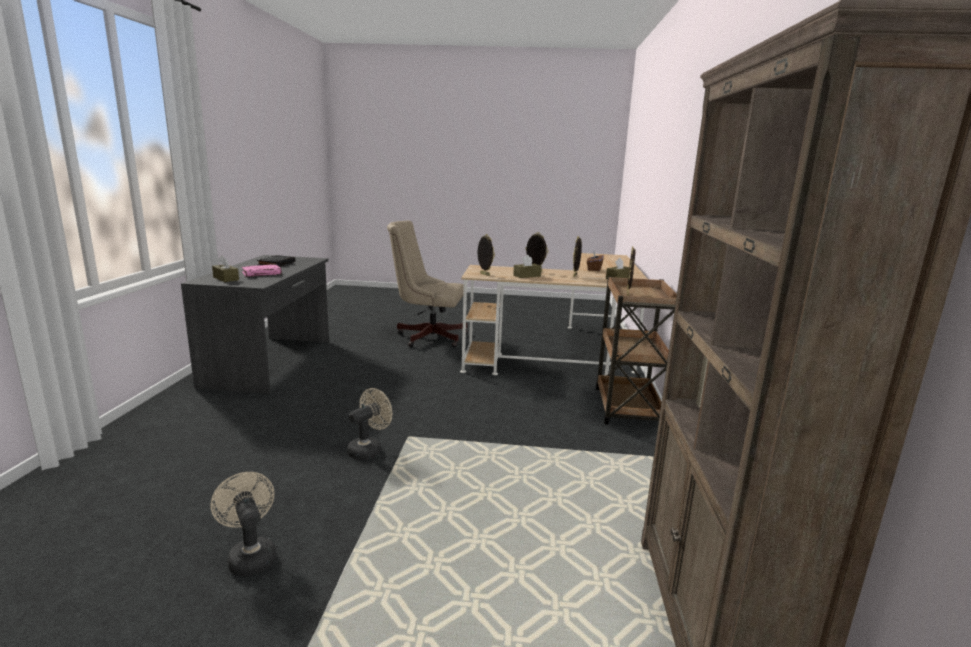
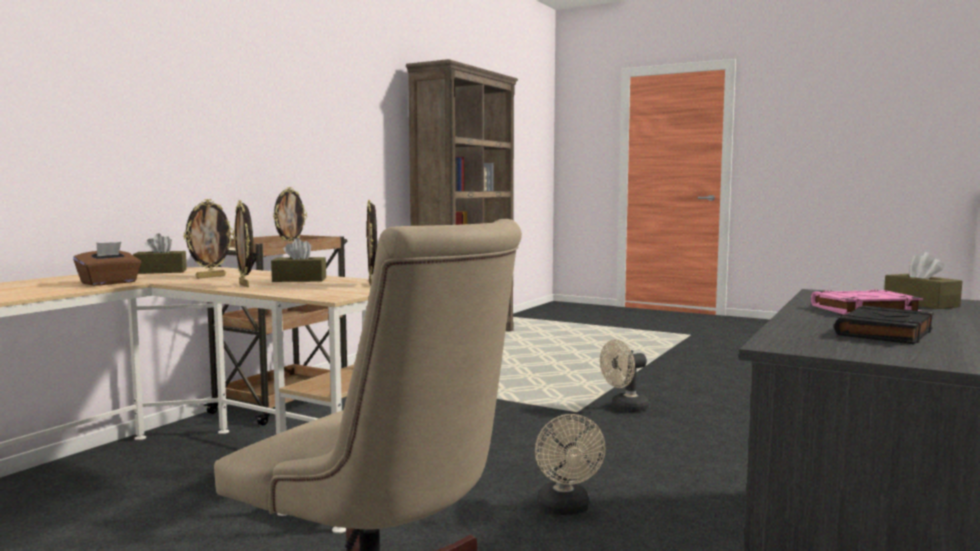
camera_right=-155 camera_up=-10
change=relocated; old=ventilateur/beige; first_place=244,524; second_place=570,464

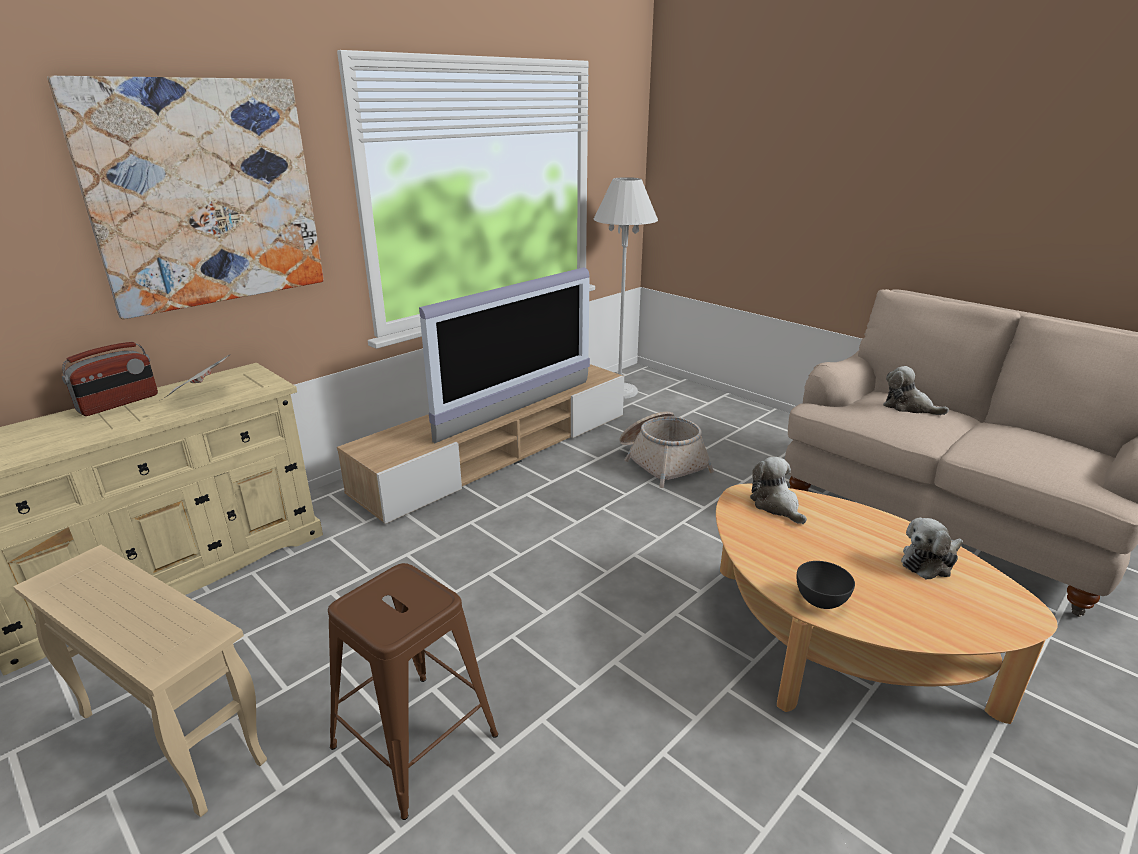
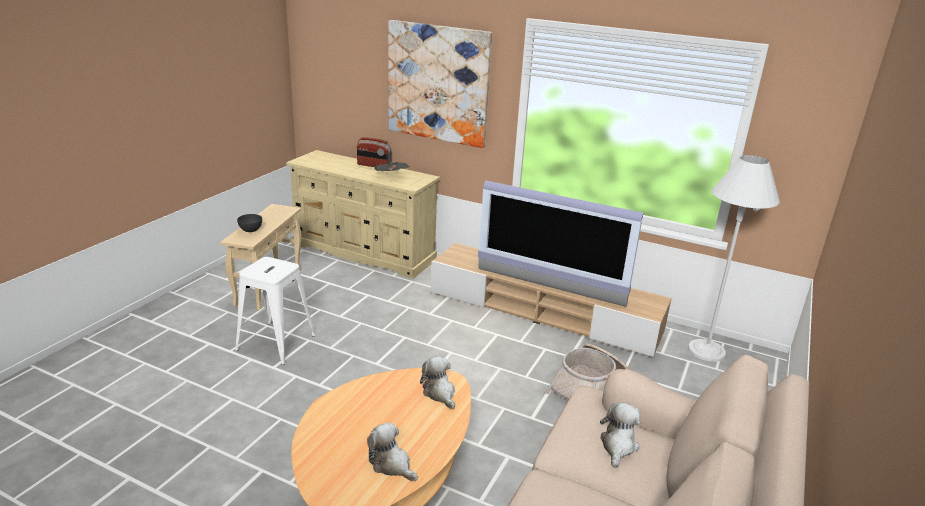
camera_right=70 camera_up=0
change=relocated; old=bol/gris; first_place=826,585; second_place=249,223
change=colour; old=tabouret/marron; new=tabouret/blanc; first_place=413,691; second_place=275,311
change=spun; old=peluche; first_place=778,490; second_place=437,382; degrees=-75

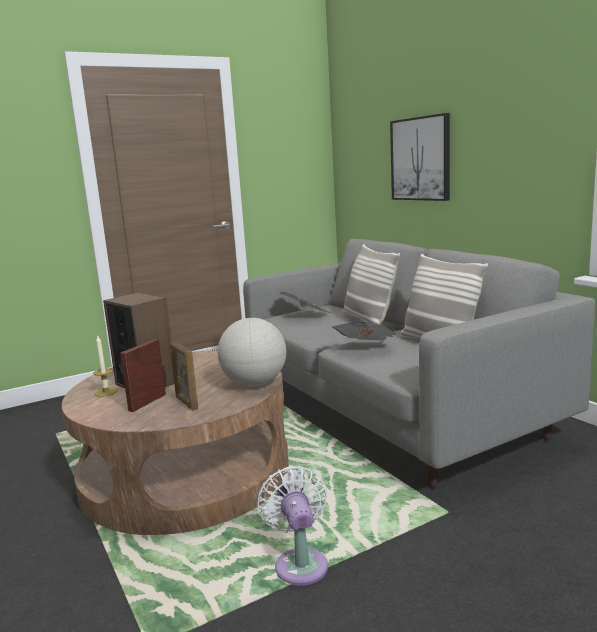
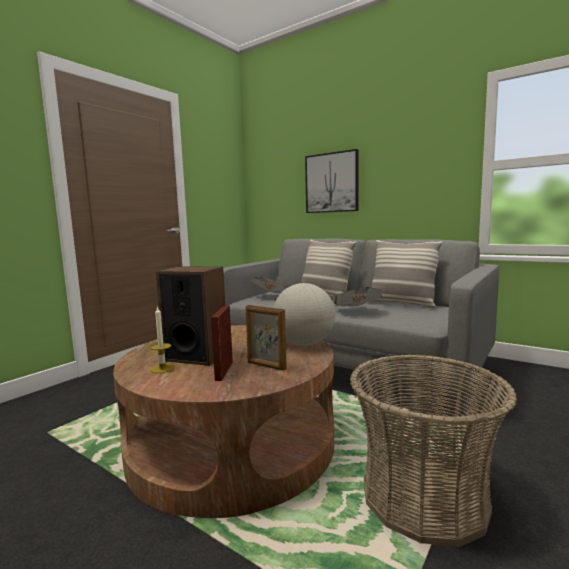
camera_right=-25 camera_up=-5
change=exchanged; old=ventilateur/blanc; new=panier; first_place=292,526; second_place=433,451

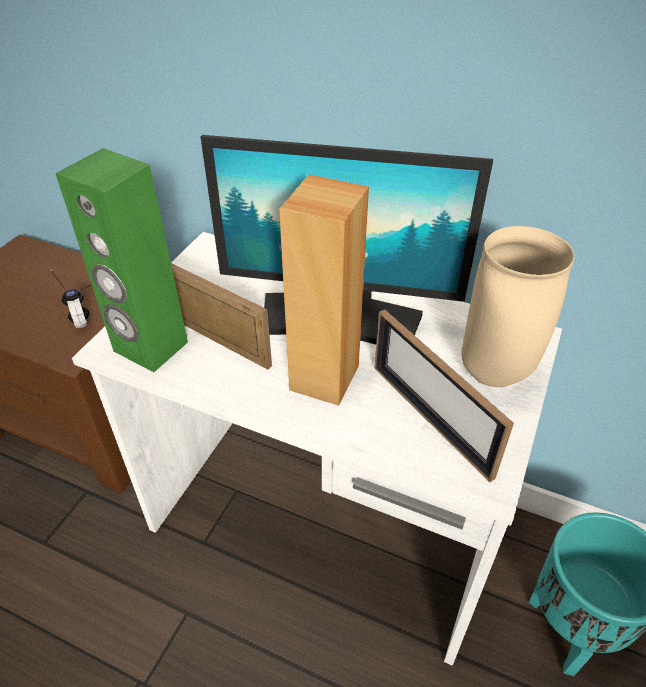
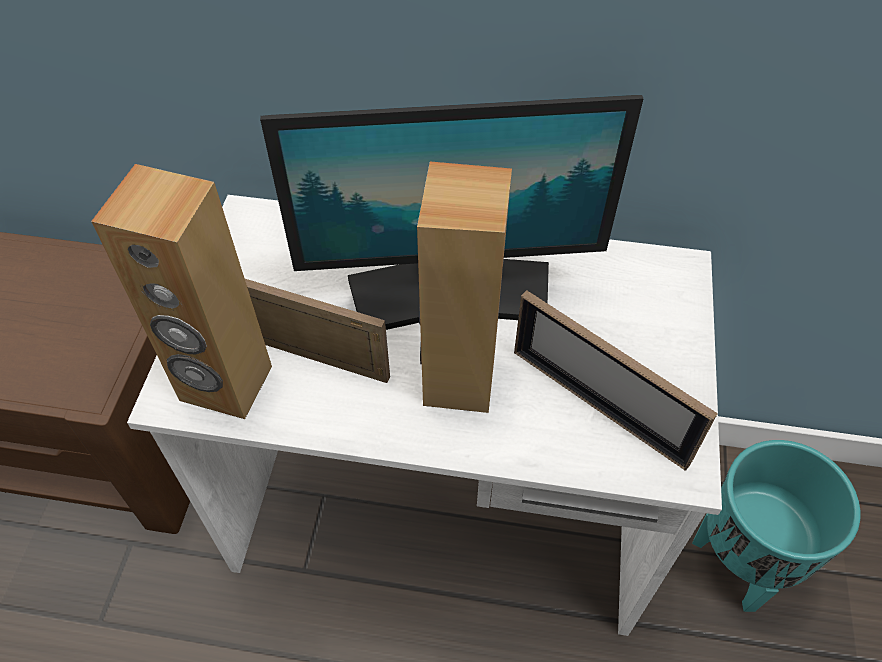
camera_right=-15 camera_up=10
change=missing; old=casque audio; first_place=70,298
change=missing; old=vase/beige; first_place=518,306
change=colour; old=enceinte/vert; new=enceinte/marron; first_place=122,260; second_place=181,291

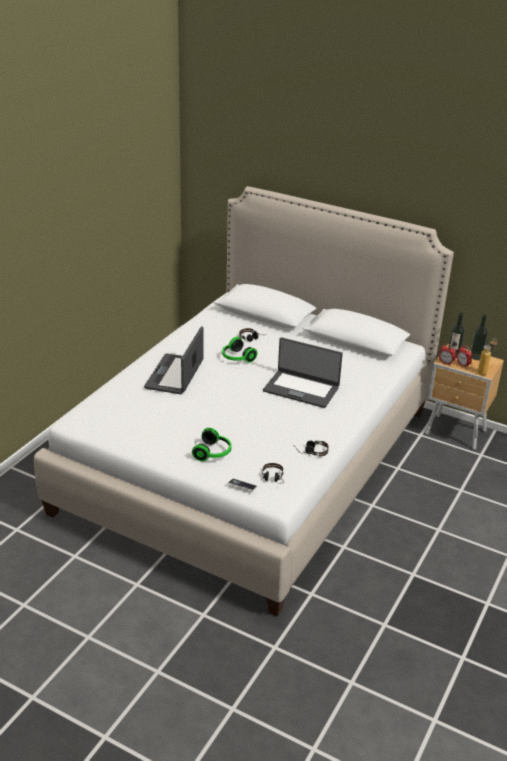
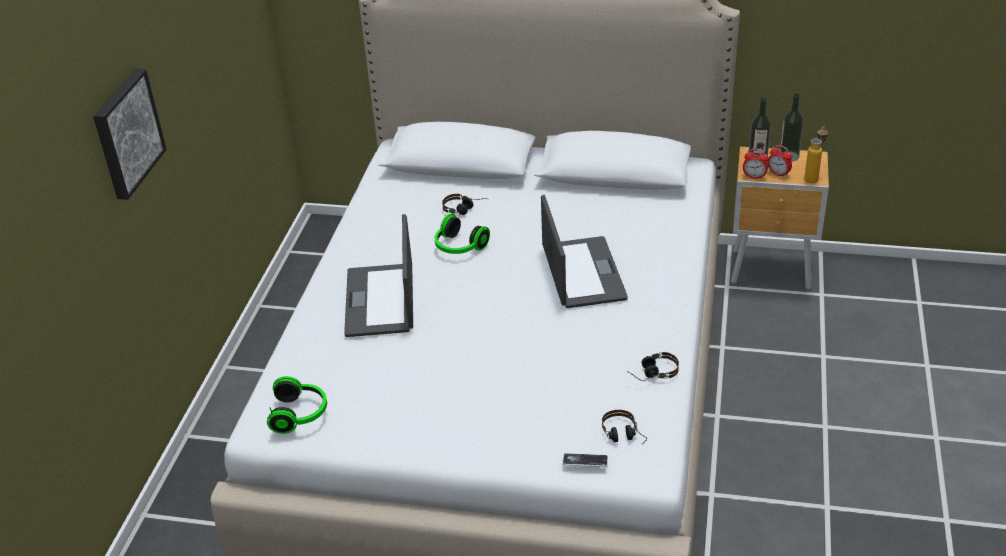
camera_right=-15 camera_up=5
change=appeared; new=tableau; second_place=129,134
change=relocated; old=casque audio; first_place=211,444; second_place=297,405
change=spun; old=ordinateur portable; first_place=303,372; second_place=584,251; degrees=-105

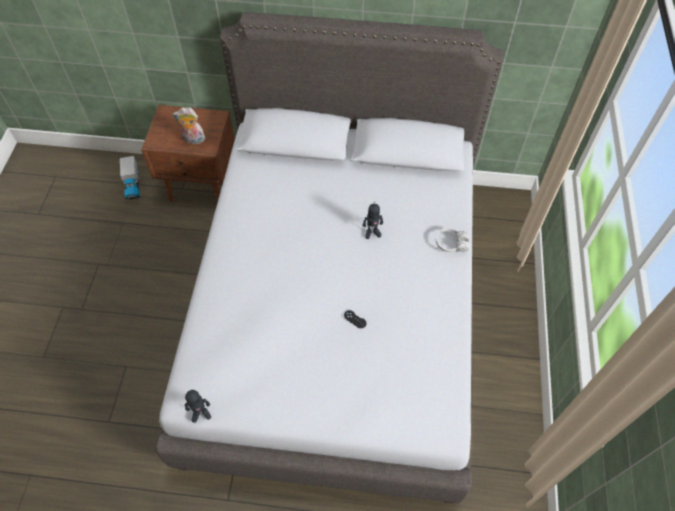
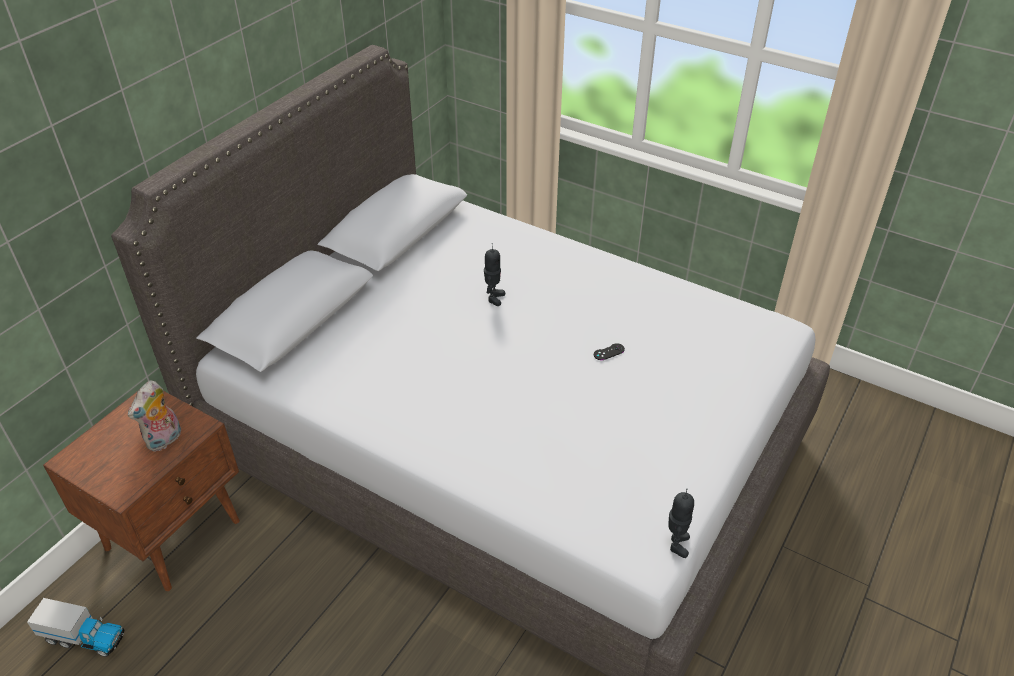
camera_right=-65 camera_up=-15
change=missing; old=casque audio/blanc; first_place=453,240

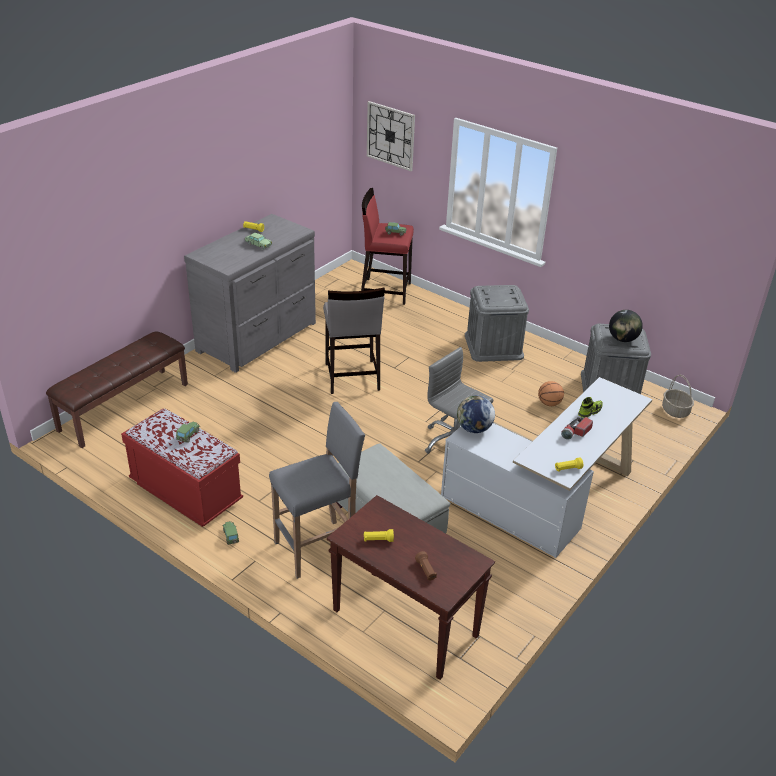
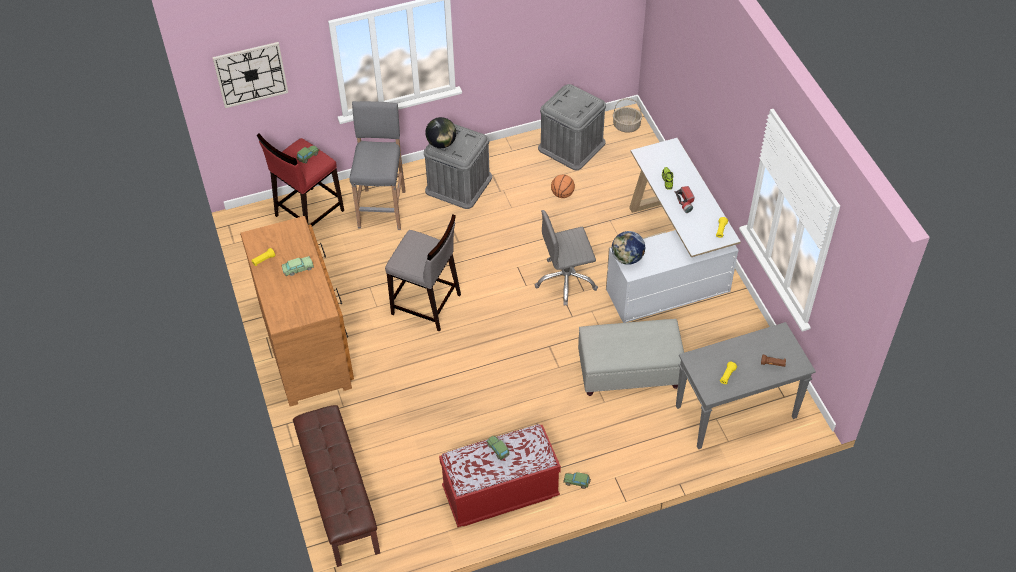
camera_right=-55 camera_up=15
change=relocated; old=tabouret/gris; first_place=317,490; second_place=377,165
change=relocated; old=globe; first_place=626,326; second_place=440,132
change=colour; old=commode/gris; new=commode/marron; first_place=250,293; second_place=297,311
change=colour; old=table console/marron; new=table console/gris; first_place=411,587; second_place=746,385

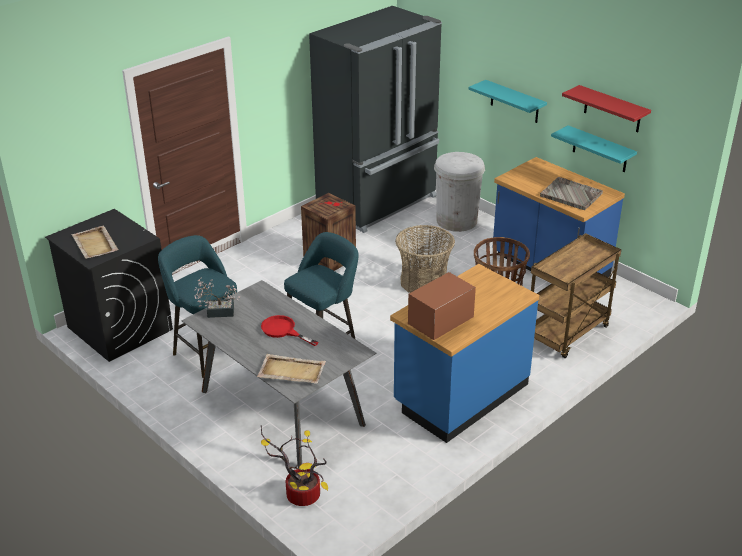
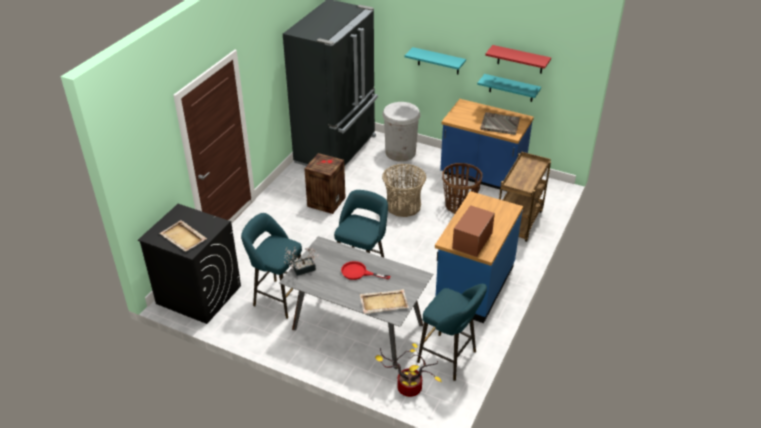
camera_right=-20 camera_up=5
change=appeared; new=tabouret/turquoise; second_place=452,332

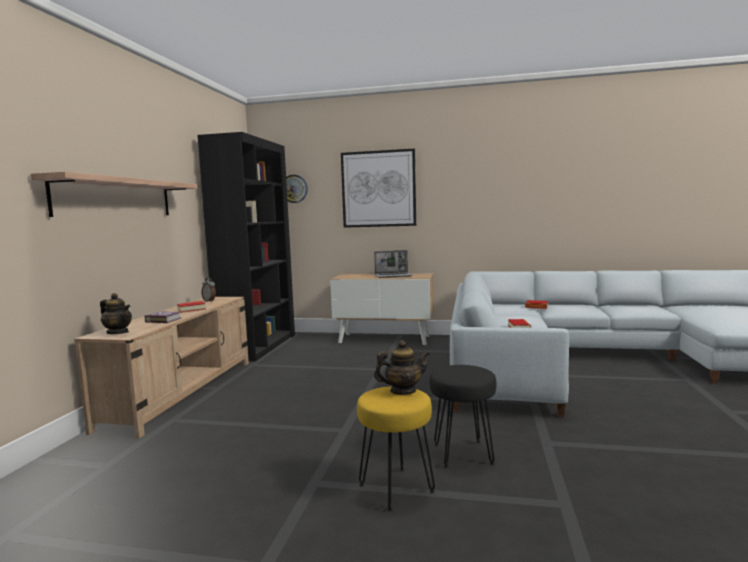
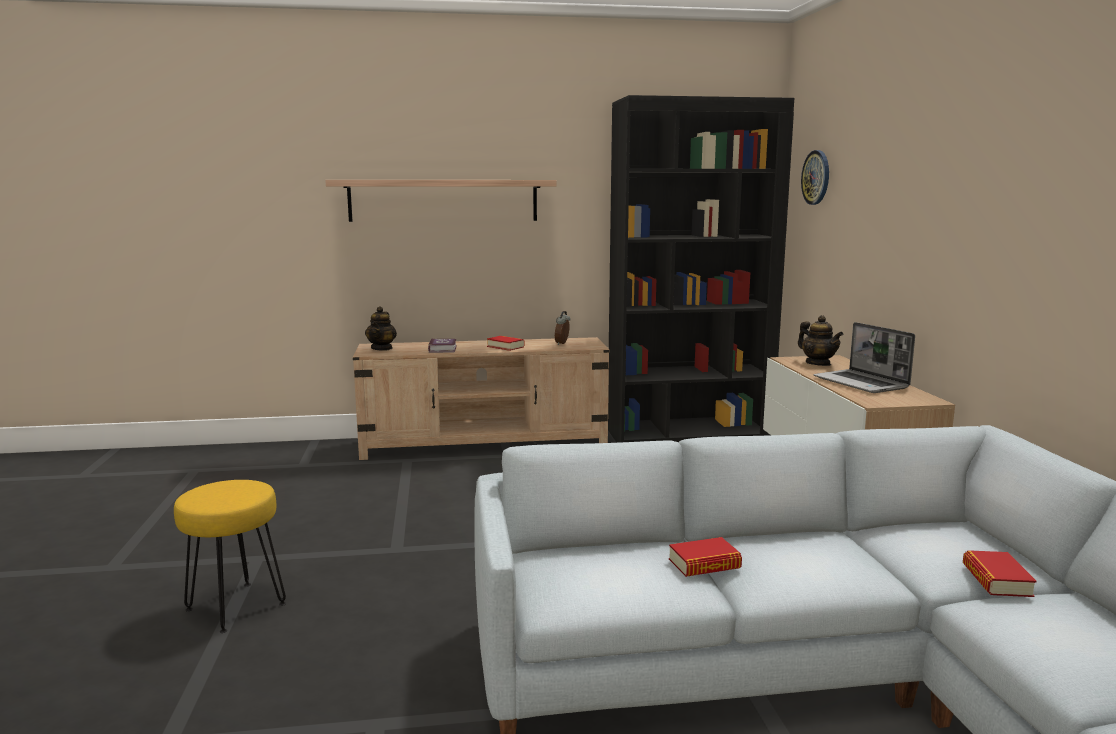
camera_right=70 camera_up=5
change=missing; old=tableau; first_place=378,188
change=missing; old=tabouret/noir; first_place=463,417
change=relocated; old=théière; first_place=402,367; second_place=820,340

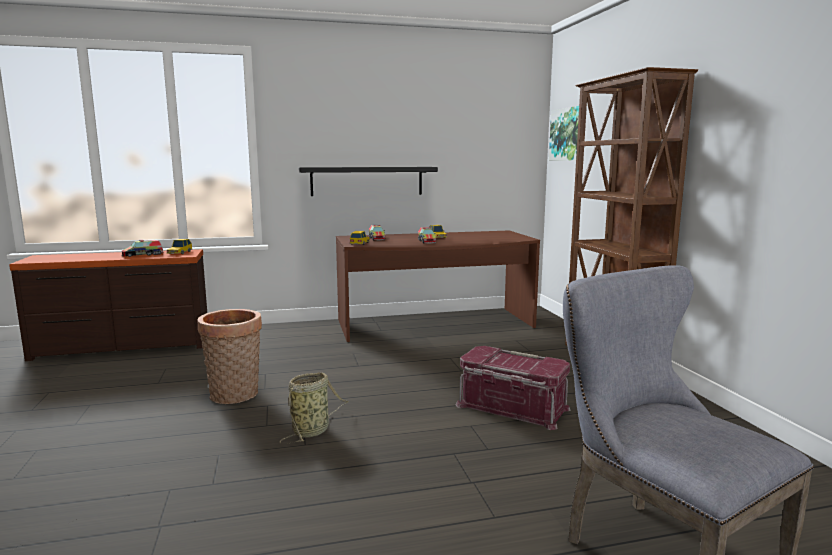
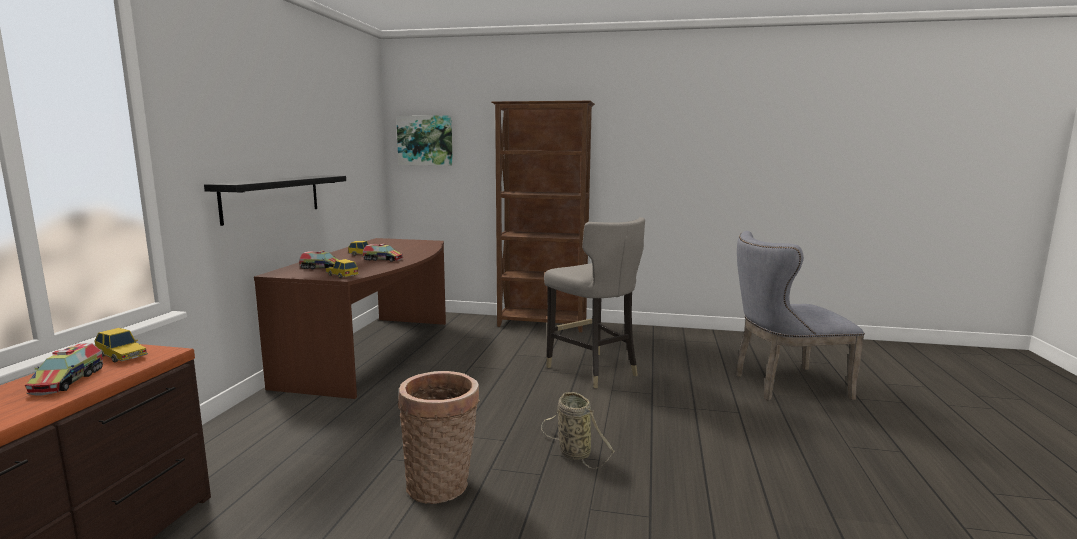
camera_right=-65 camera_up=0
change=exchanged; old=boîte de rangement/rouge; new=tabouret/gris; first_place=513,388; second_place=594,302

